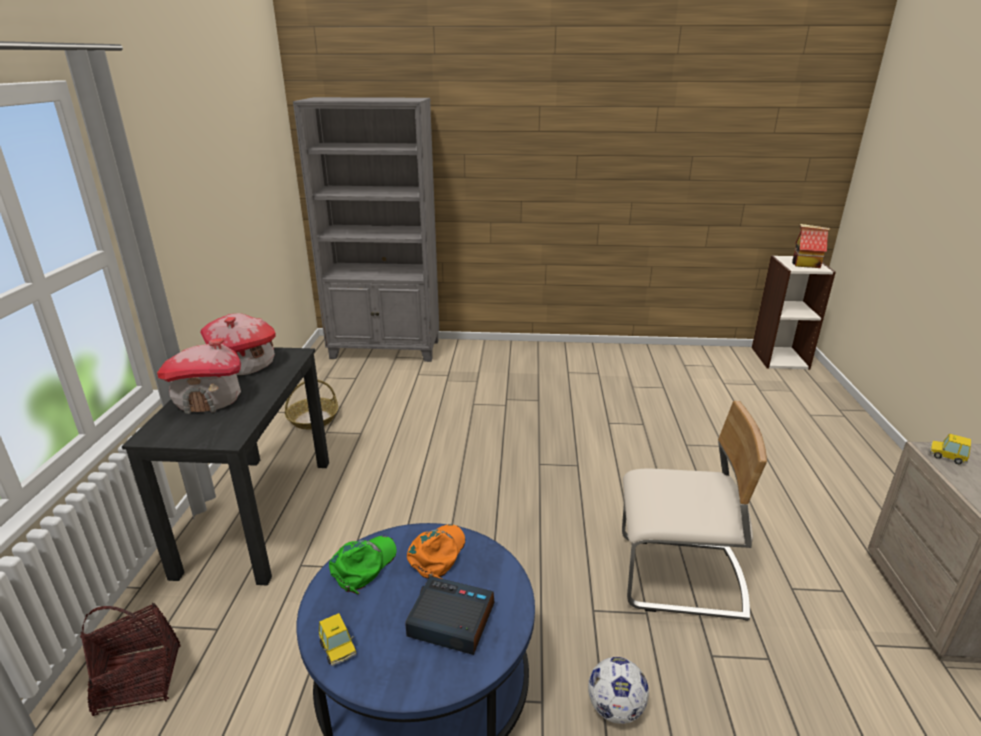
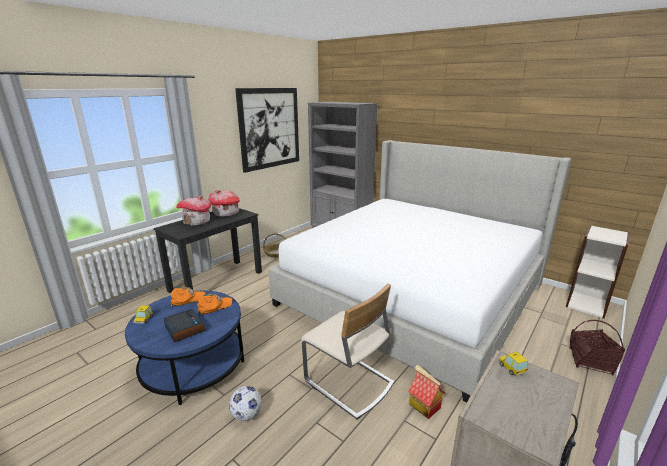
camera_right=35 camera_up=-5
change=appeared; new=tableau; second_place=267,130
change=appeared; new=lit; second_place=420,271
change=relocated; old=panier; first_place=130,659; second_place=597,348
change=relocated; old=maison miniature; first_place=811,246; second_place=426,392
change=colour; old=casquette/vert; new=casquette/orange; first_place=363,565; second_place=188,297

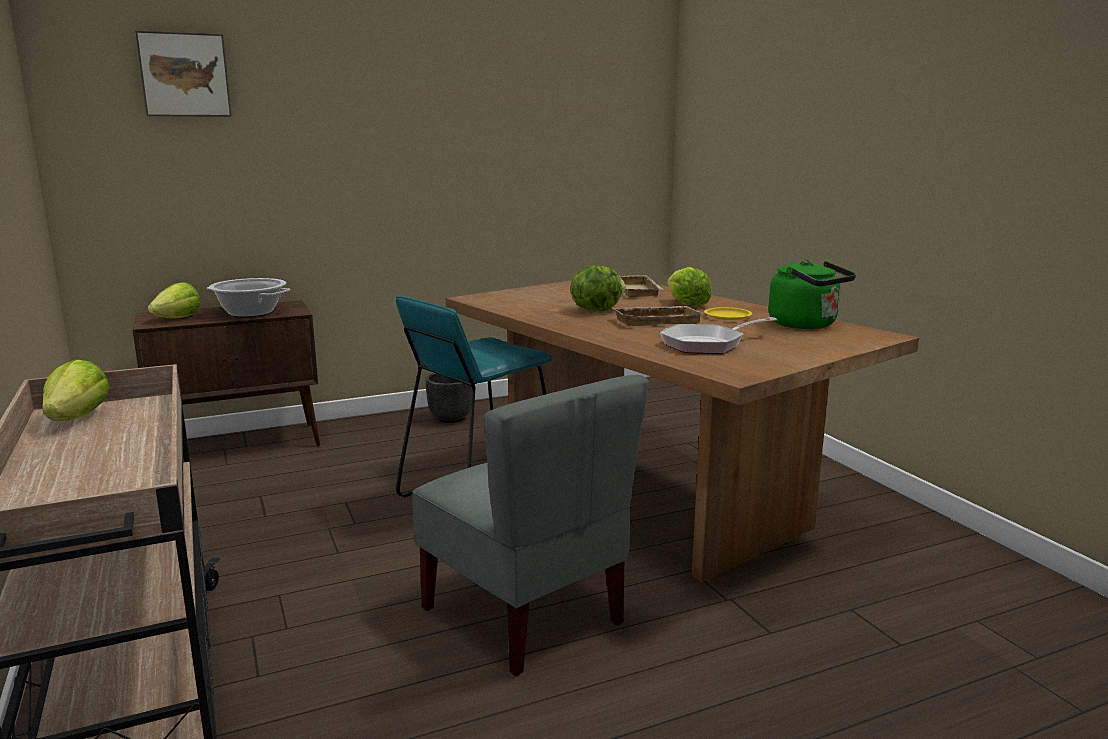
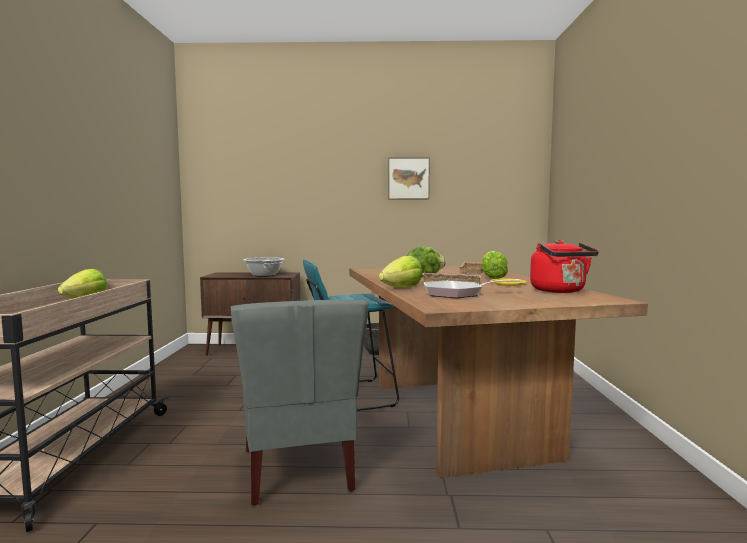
camera_right=25 camera_up=-10
change=relocated; old=tableau; first_place=183,73; second_place=409,178
change=relocated; old=laitue; first_place=174,300; second_place=401,272
change=colour; old=bouilloire/vert; new=bouilloire/rouge; first_place=812,294; second_place=564,266

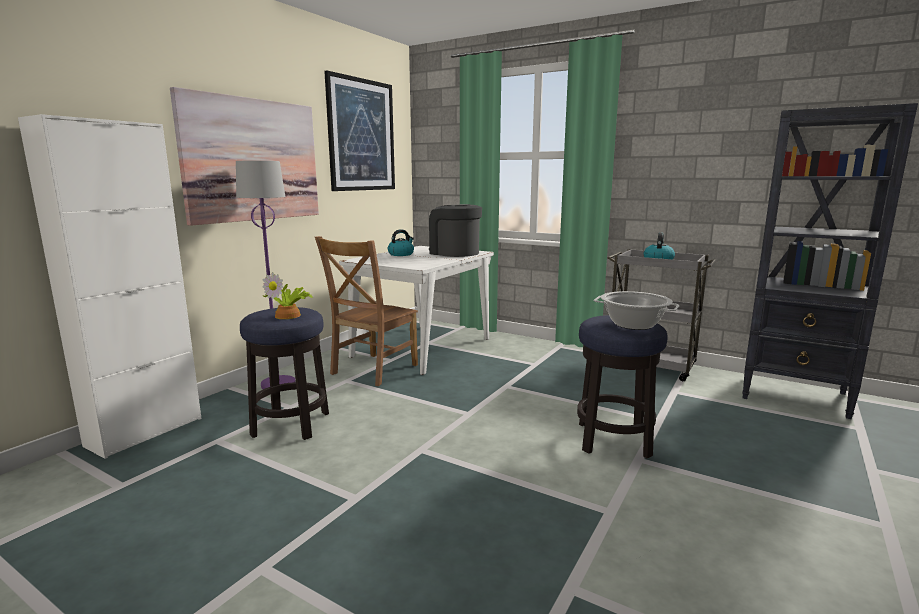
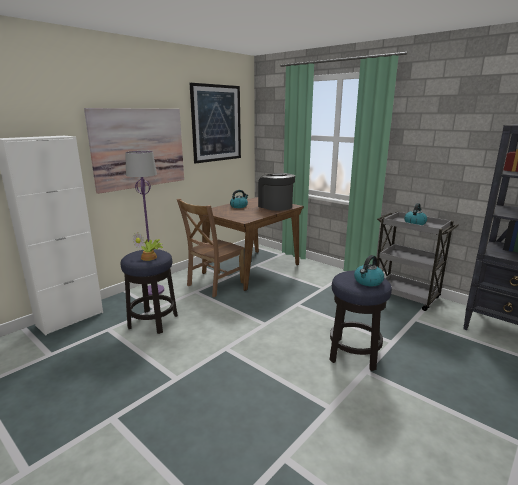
camera_right=10 camera_up=5
change=exchanged; old=marmite; new=bouilloire; first_place=636,310; second_place=369,270
change=colour; old=table à manger/blanc; new=table à manger/marron; first_place=416,310; second_place=250,244

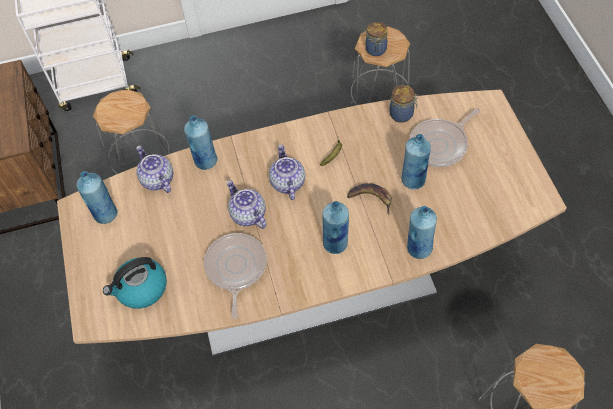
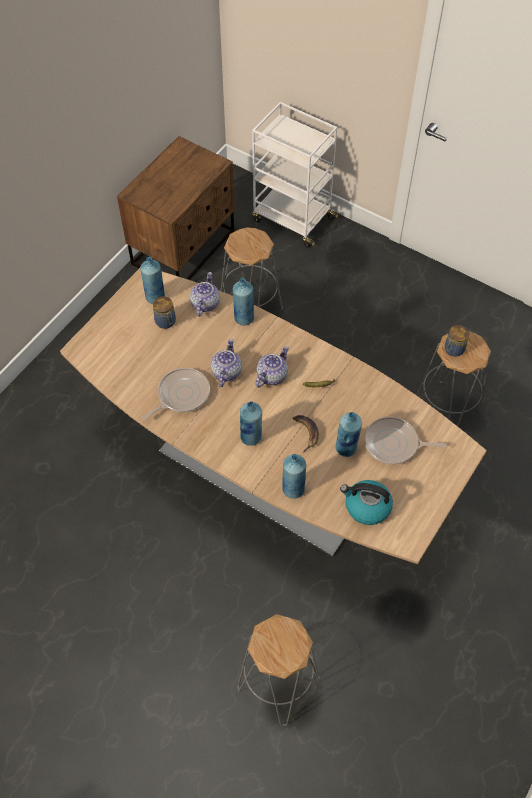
camera_right=45 camera_up=0
change=relocated; old=bouilloire; first_place=135,283; second_place=366,502
change=relocated; old=bocal; first_place=403,104; second_place=164,312

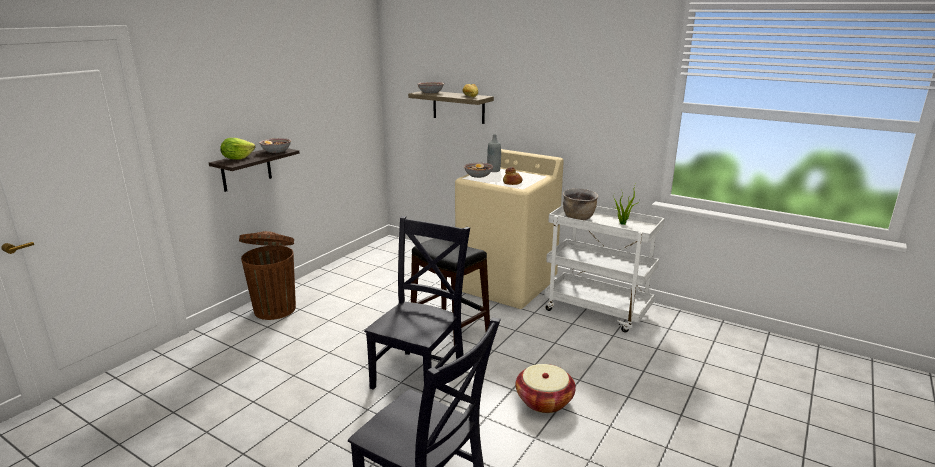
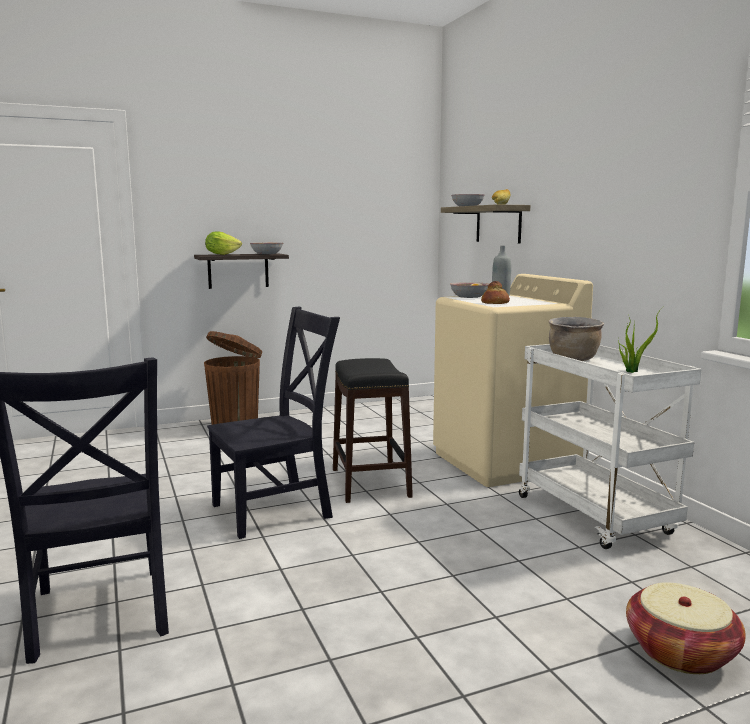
camera_right=35 camera_up=-10
change=relocated; old=panier; first_place=546,388; second_place=686,628

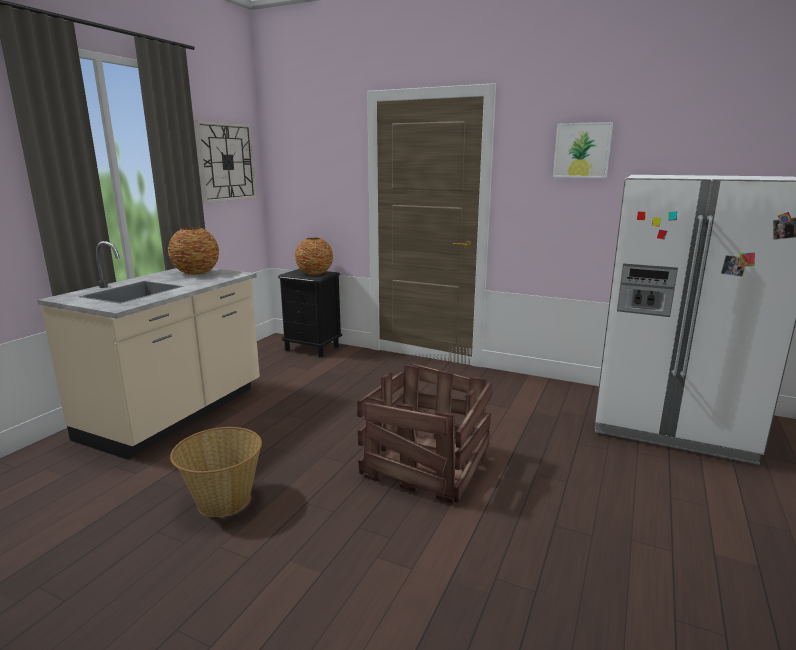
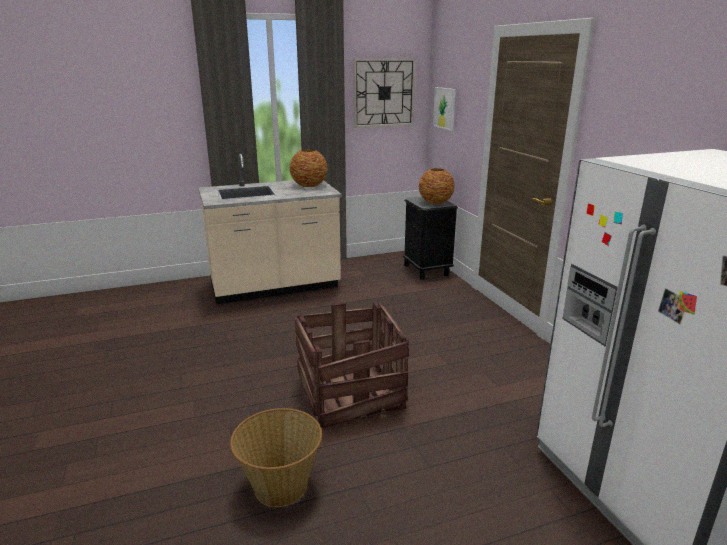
camera_right=45 camera_up=5
change=relocated; old=panier; first_place=216,472; second_place=276,457
change=relocated; old=tableau; first_place=583,150; second_place=444,109

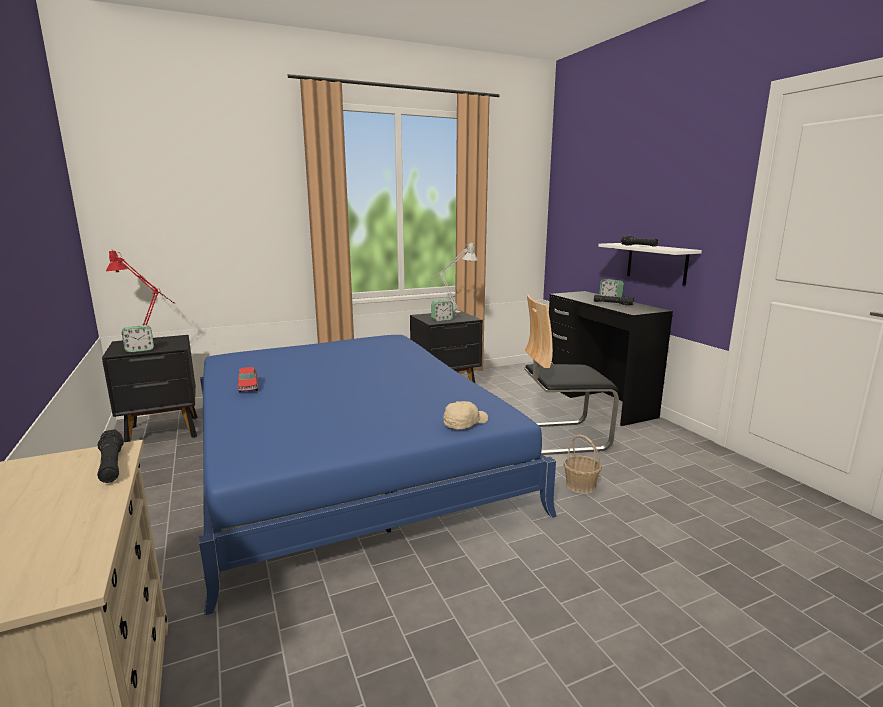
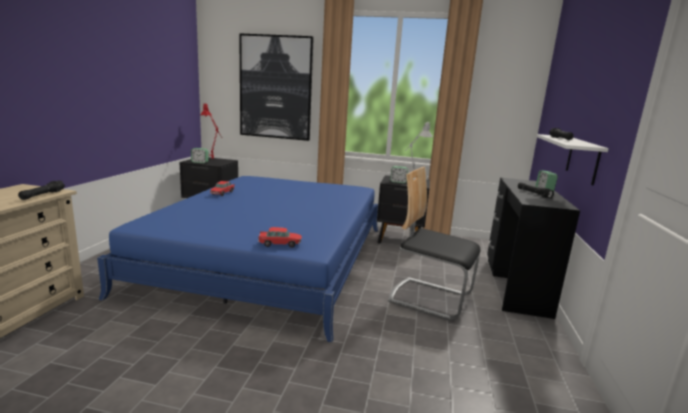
camera_right=35 camera_up=0
change=missing; old=panier; first_place=582,464
change=appeared; new=tableau; second_place=276,87
change=exchanged; old=casquette/beige; new=petite voiture; first_place=465,415; second_place=280,237

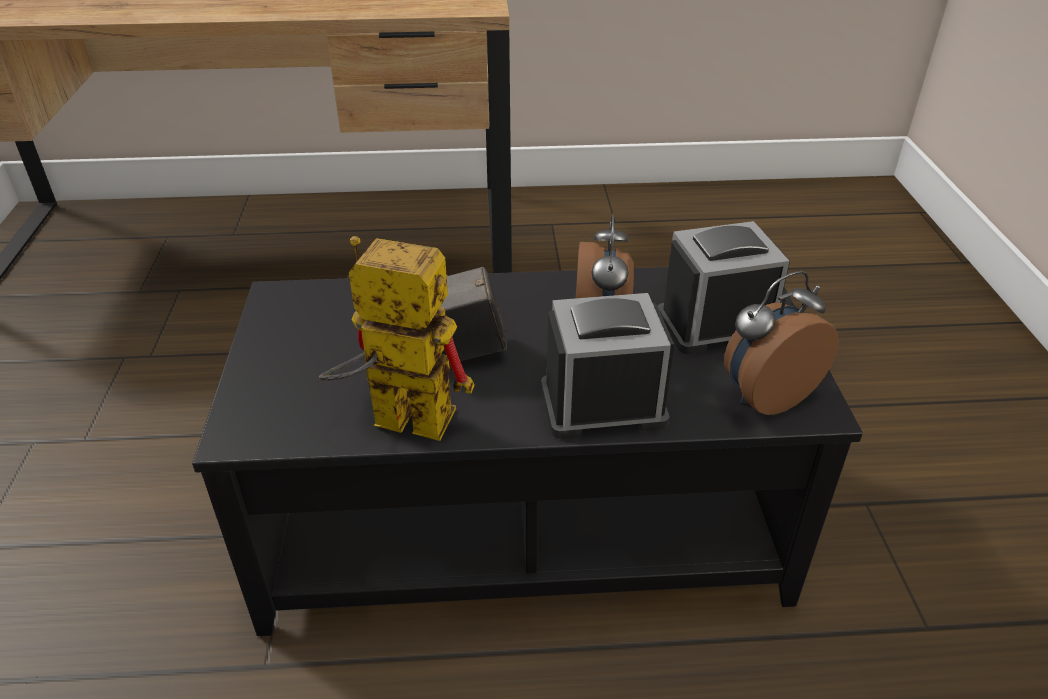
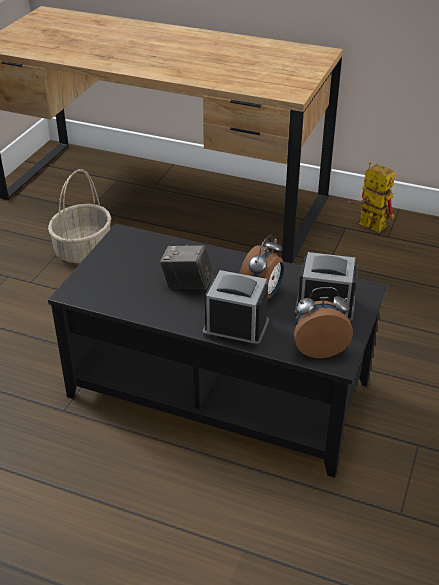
camera_right=25 camera_up=0
change=appeared; new=panier; second_place=79,216
change=relocated; old=robot jouet; first_place=397,338; second_place=371,197

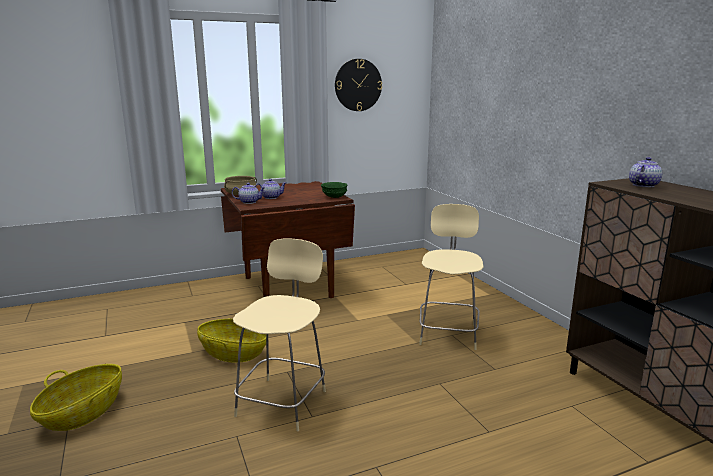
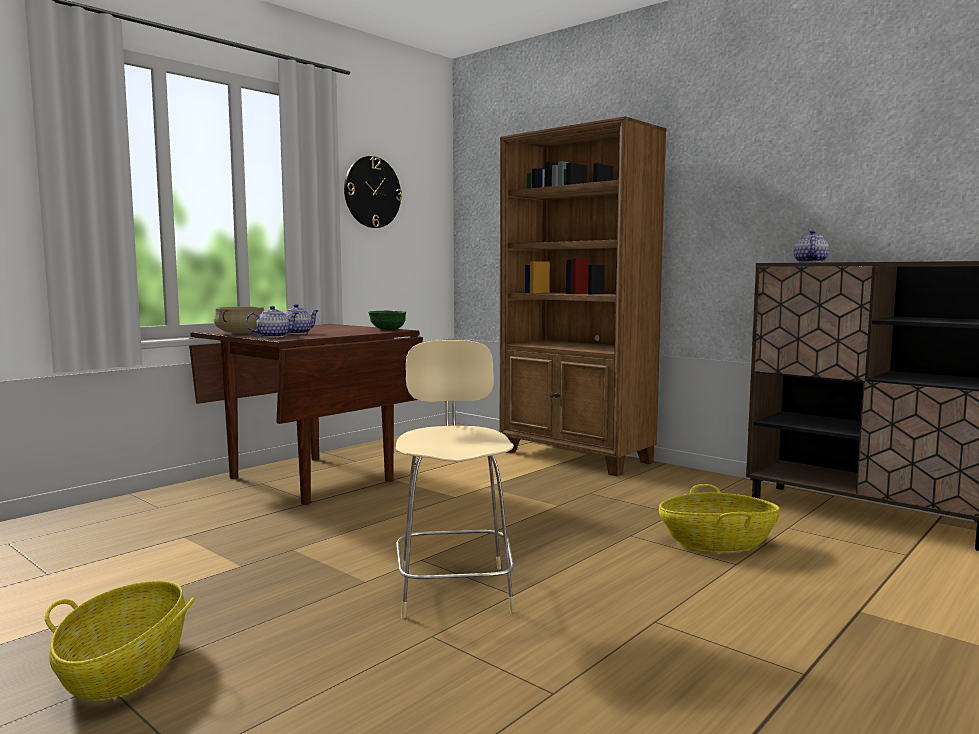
camera_right=-25 camera_up=-10
change=missing; old=chaise/beige; first_place=451,277
change=appeared; new=bibliothèque/marron; second_place=583,296
change=relocated; old=panier; first_place=231,341; second_place=719,518

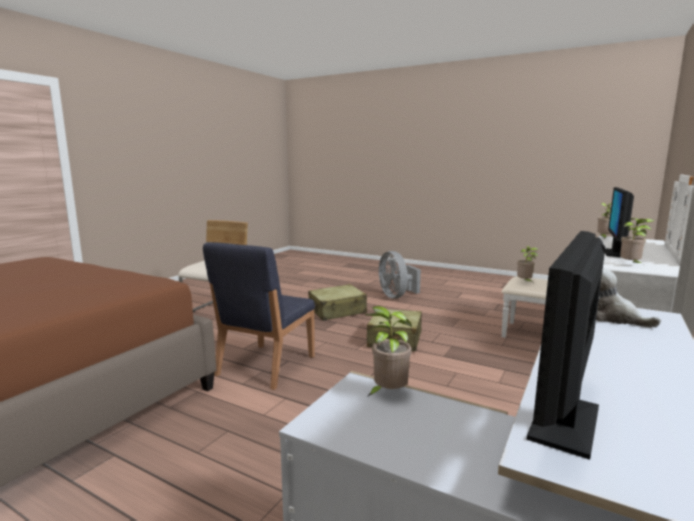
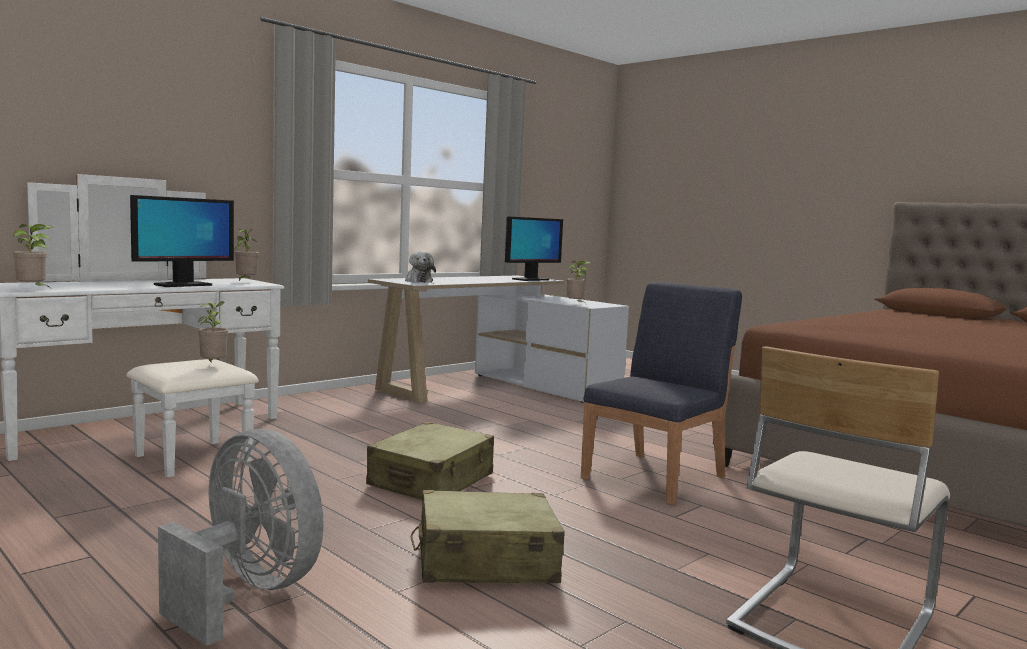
camera_right=-165 camera_up=-5
change=spun; old=ventilateur/gris; first_place=400,275; second_place=241,537; degrees=-45

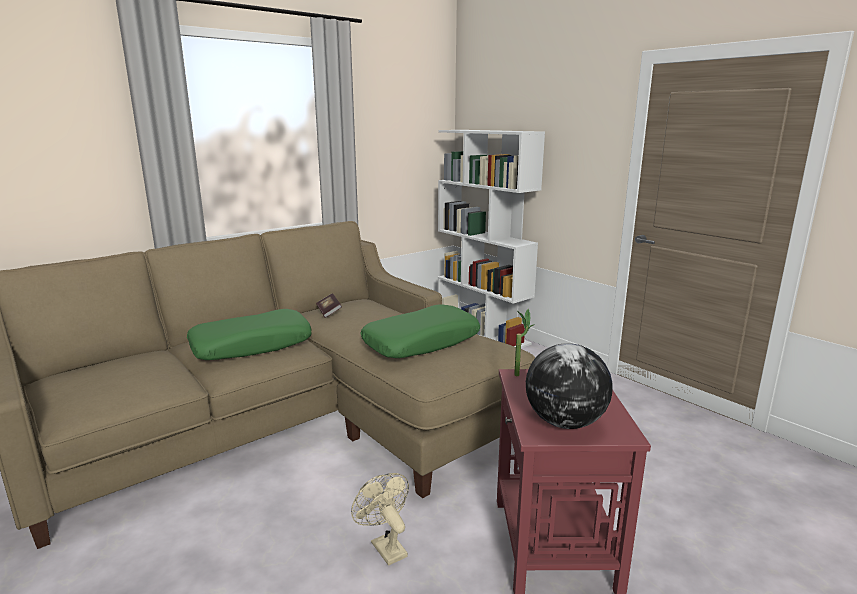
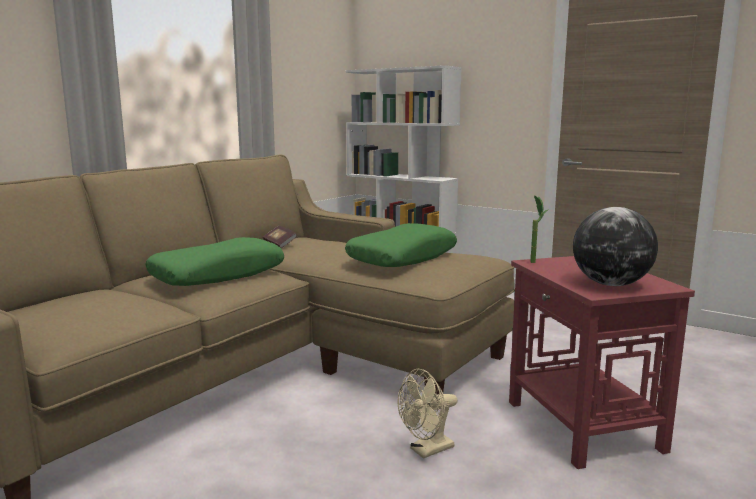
camera_right=-15 camera_up=-5
change=spun; old=ventilateur/beige; first_place=380,519; second_place=427,414; degrees=-75

